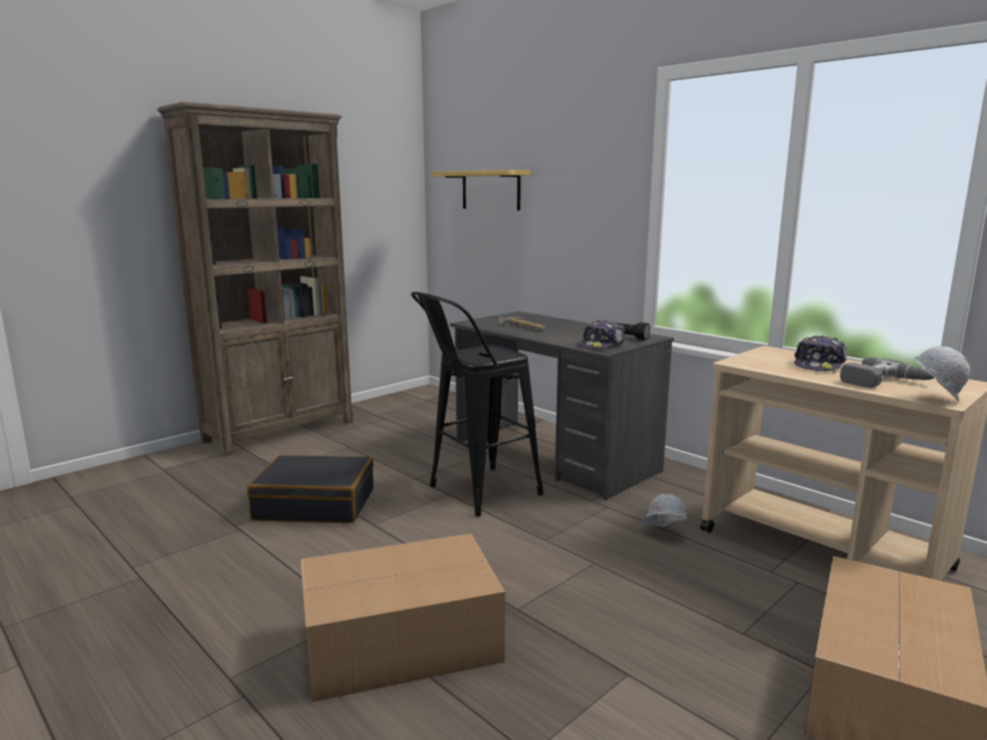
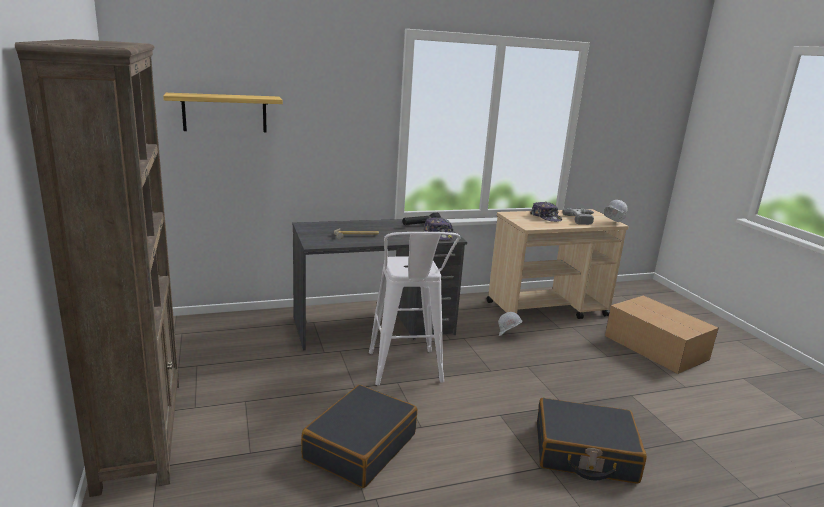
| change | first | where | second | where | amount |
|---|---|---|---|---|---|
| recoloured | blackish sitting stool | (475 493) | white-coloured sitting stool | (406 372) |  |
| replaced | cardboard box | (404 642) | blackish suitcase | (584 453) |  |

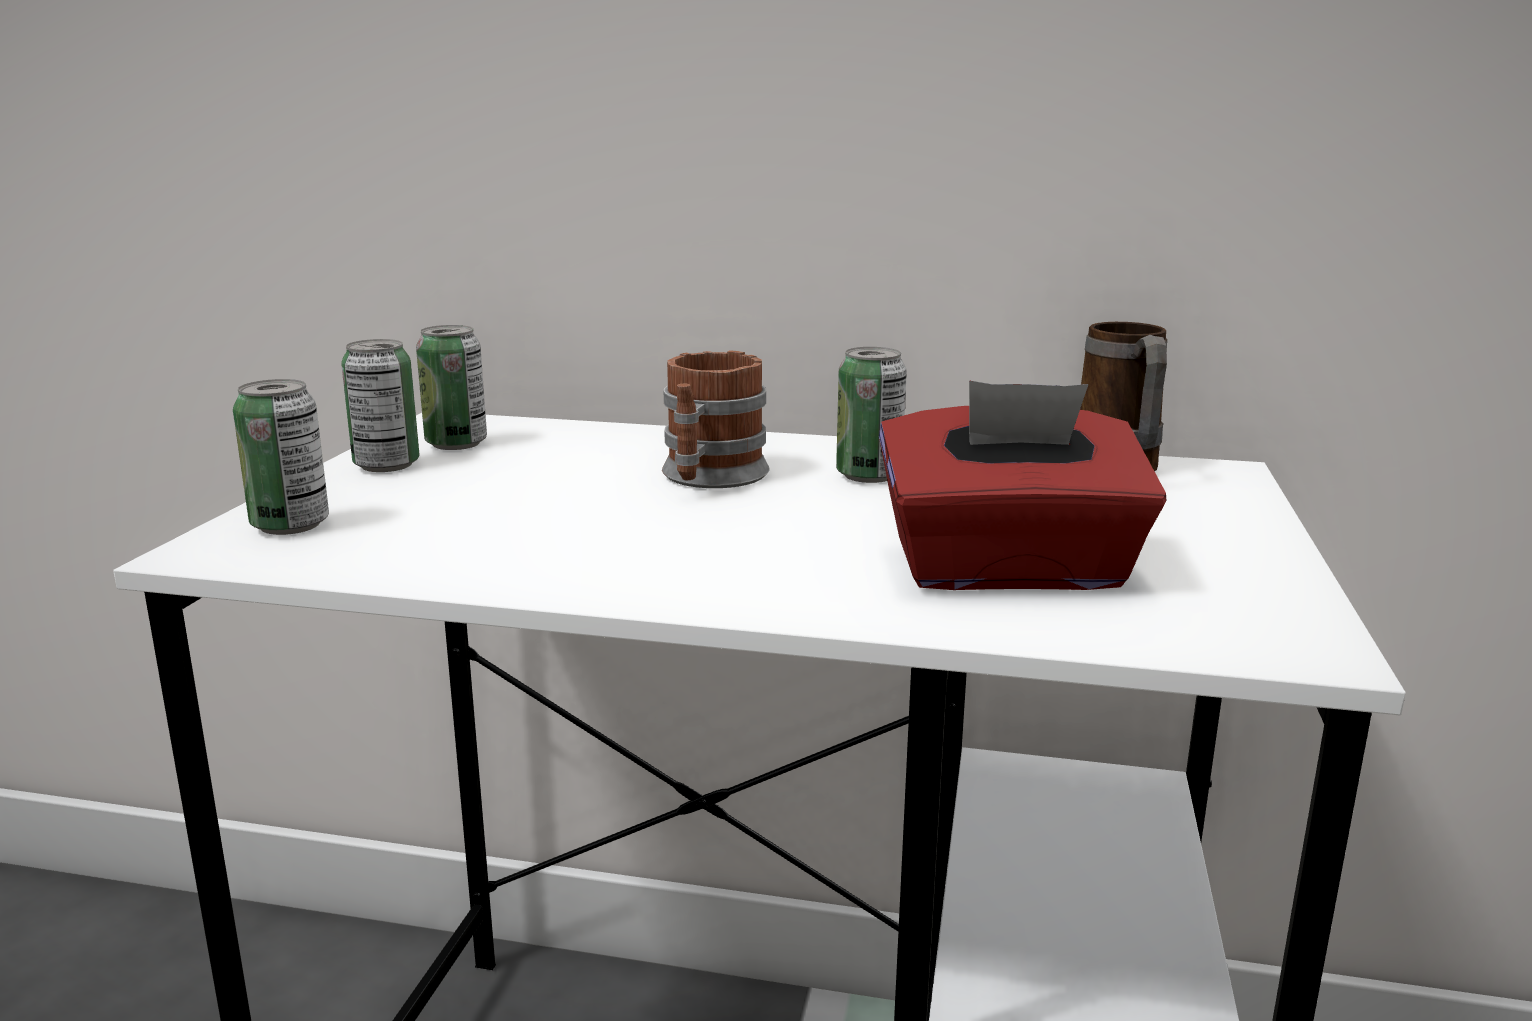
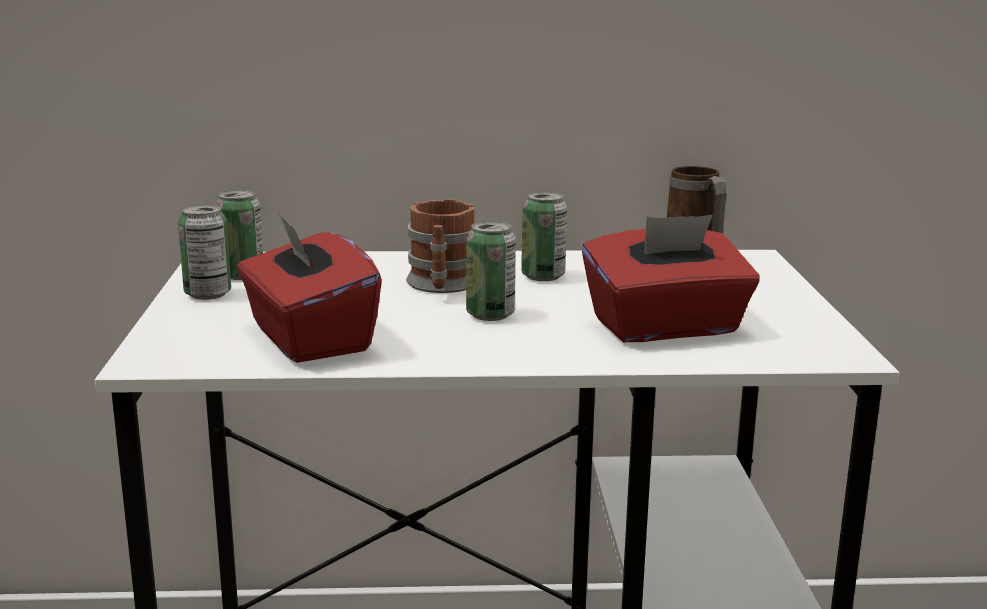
| change | first | where | second | where | amount |
|---|---|---|---|---|---|
| added |  |  | reddish tissue holder | (308 338) |  |
| moved | can | (290 525) |  | (490 314) |  |

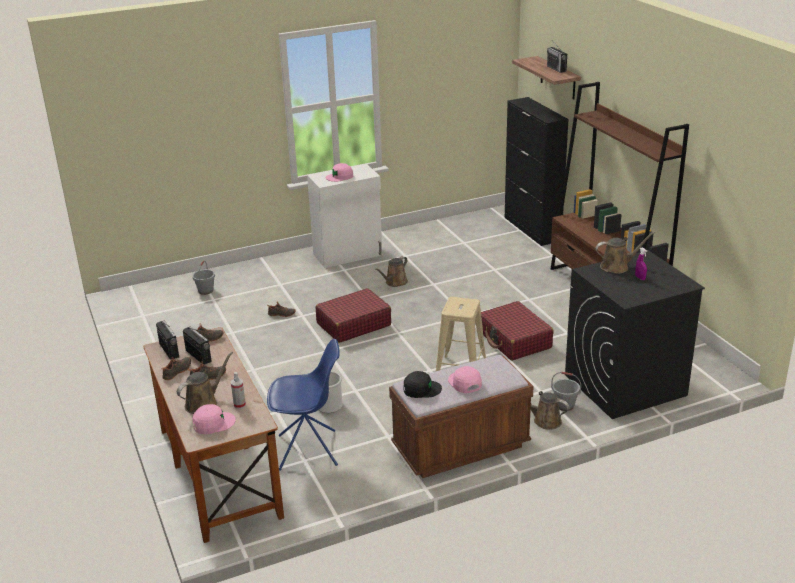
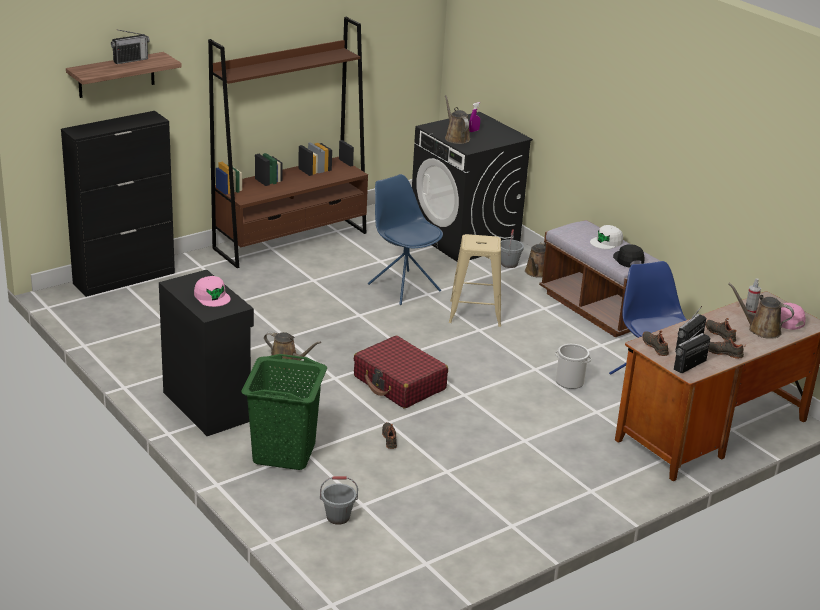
| change | first | where | second | where | amount |
|---|---|---|---|---|---|
| recoloured | white-coloured cabinet | (348 255) | blackish cabinet | (207 406) |  |
| added |  |  | green hamper | (285 452) |  |
| replaced | reddish suitcase | (514 340) | blue-coloured upright chair | (403 287) |  |
| recoloured | pink peaked cap | (464 383) | white-coloured peaked cap | (606 242) |  |

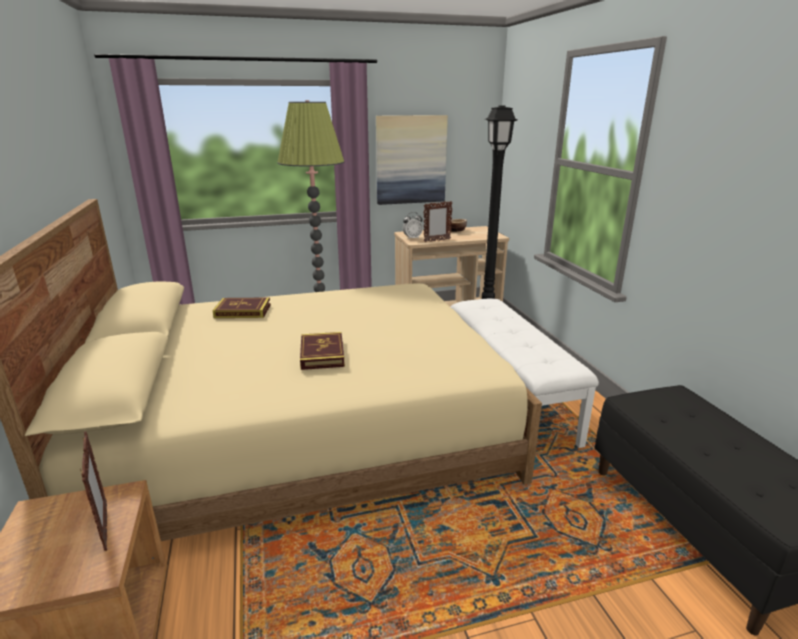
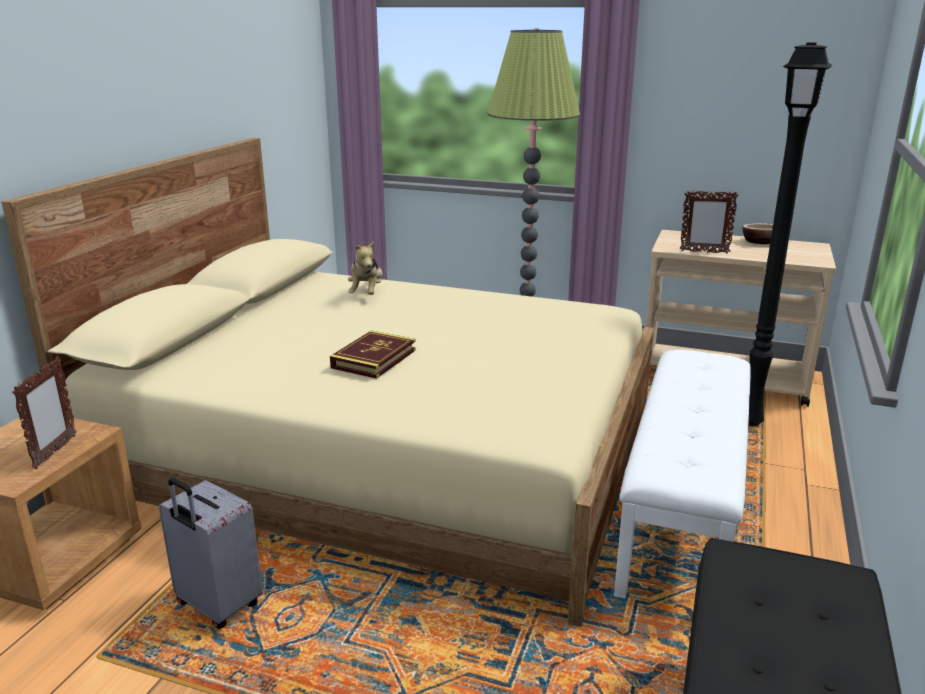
| change | first | where | second | where | amount |
|---|---|---|---|---|---|
| added |  |  | grey suitcase | (217 606) |  |
| replaced | bound book | (243 311) | plush toy | (367 293) |  |
| removed | wall art | (411 160) |  |  |  |
| removed | bedside clock | (412 238) |  |  |  |

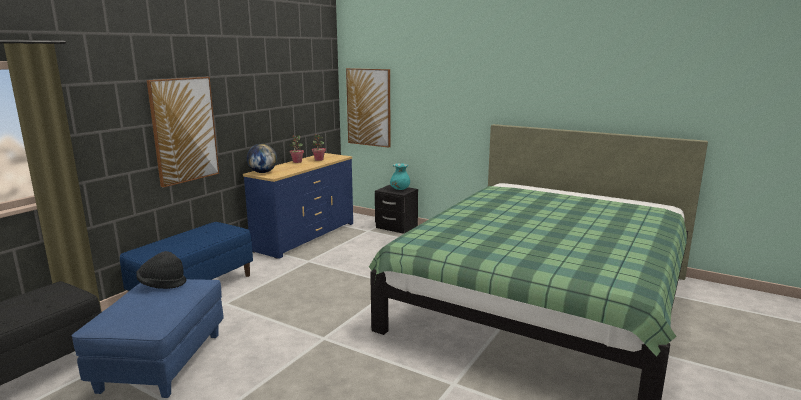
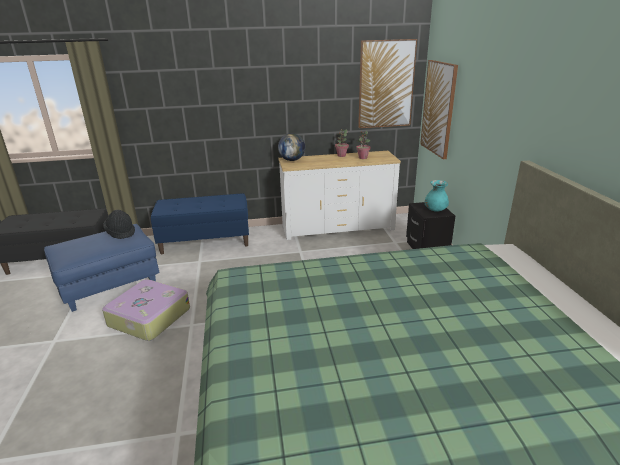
| change | first | where | second | where | amount |
|---|---|---|---|---|---|
| added |  |  | suitcase | (148 317) |  |
| recoloured | blue-coloured drawer chest | (305 236) | white-coloured drawer chest | (337 227) |  |
| moved | wall art | (184 130) |  | (386 84) |  |

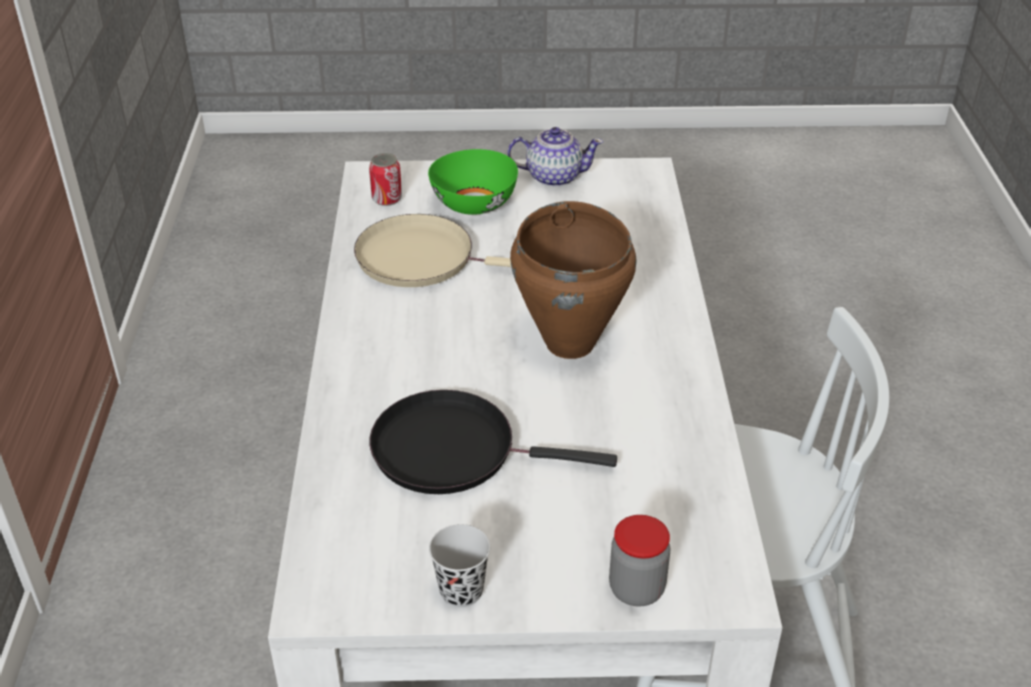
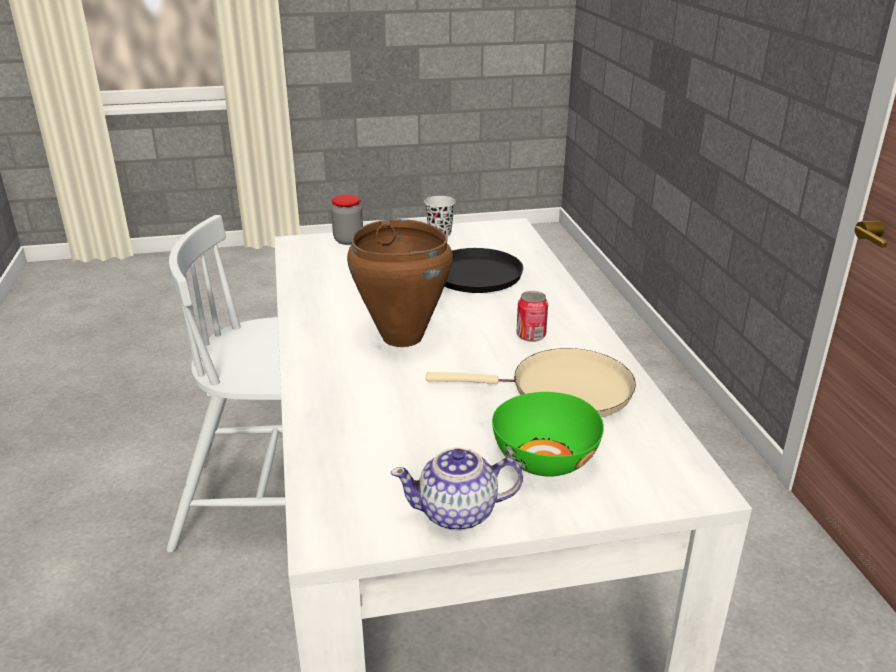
| change | first | where | second | where | amount |
|---|---|---|---|---|---|
| moved | can | (387 199) |  | (531 335) |  |

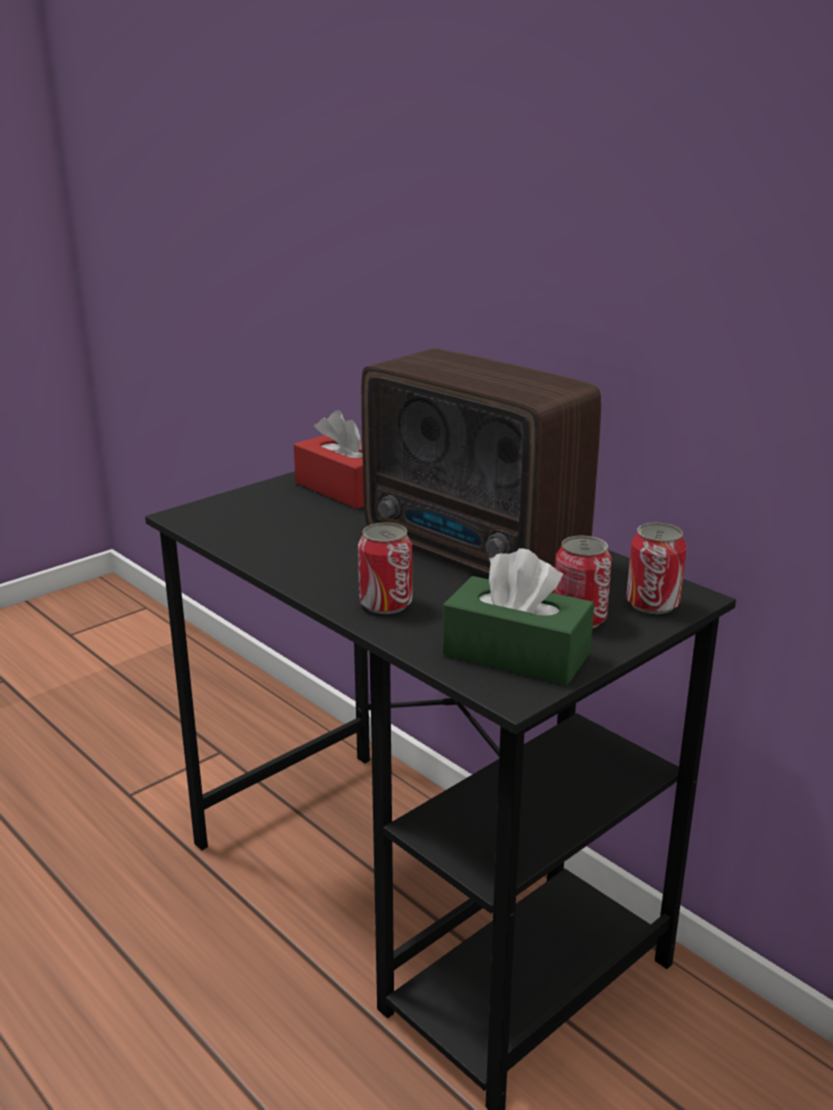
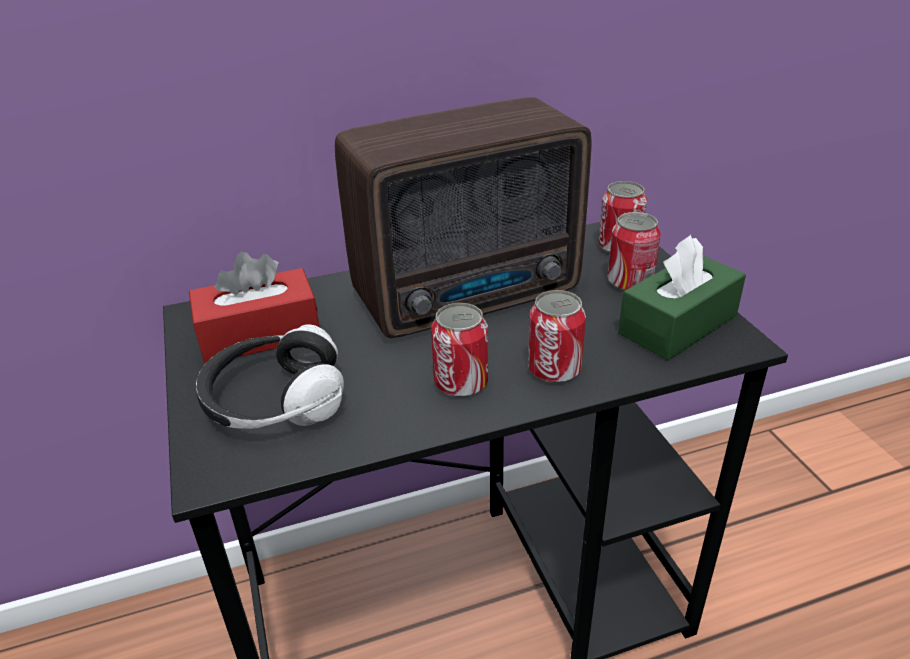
| change | first | where | second | where | amount |
|---|---|---|---|---|---|
| added |  |  | headphones | (274 401) |  |
| added |  |  | can | (461 383) |  |

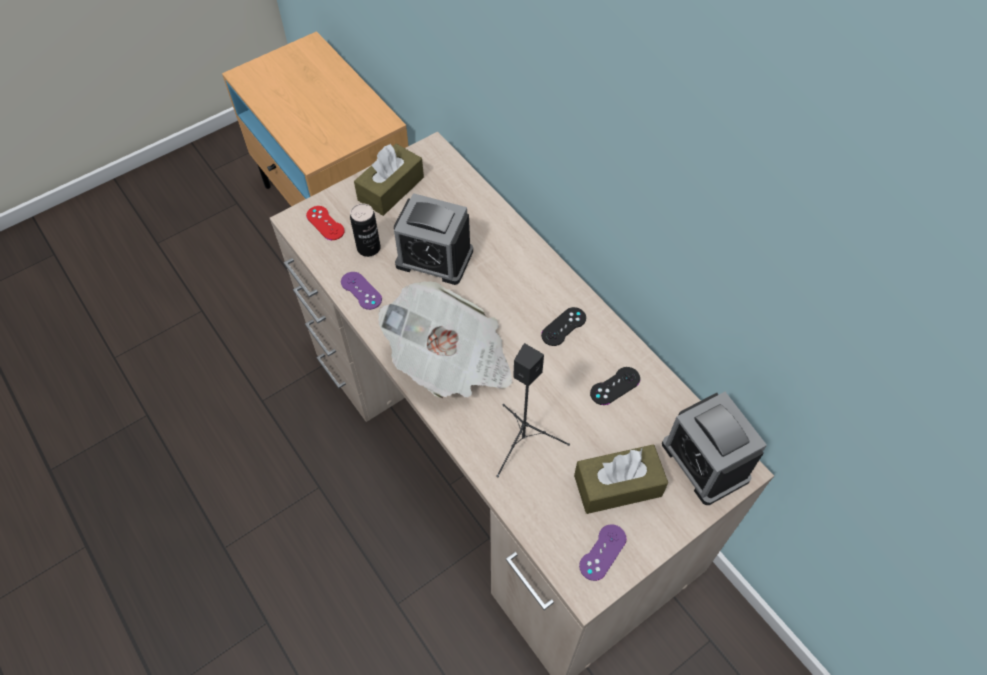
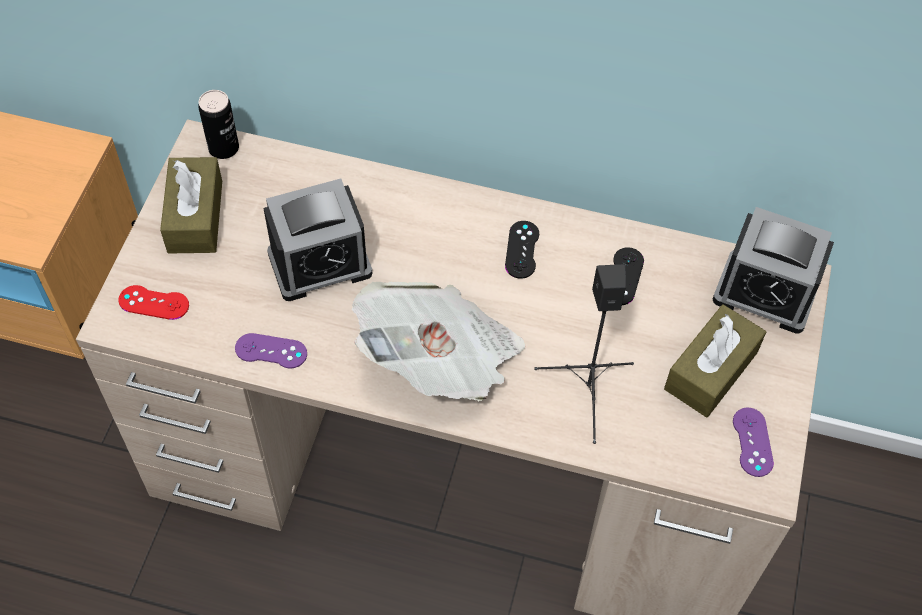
| change | first | where | second | where | amount |
|---|---|---|---|---|---|
| moved | can | (368 248) |  | (223 148) |  |

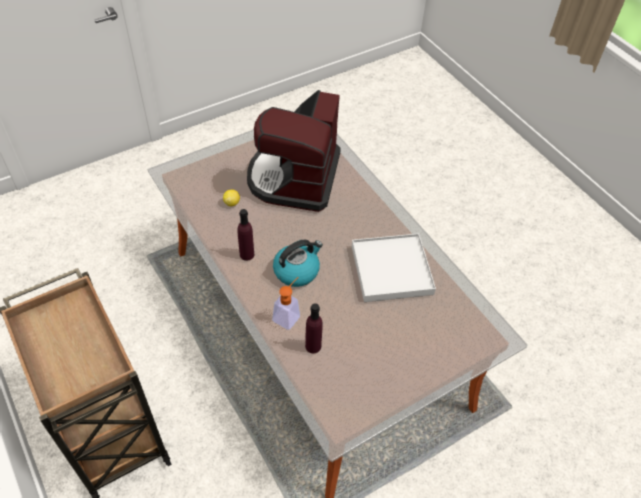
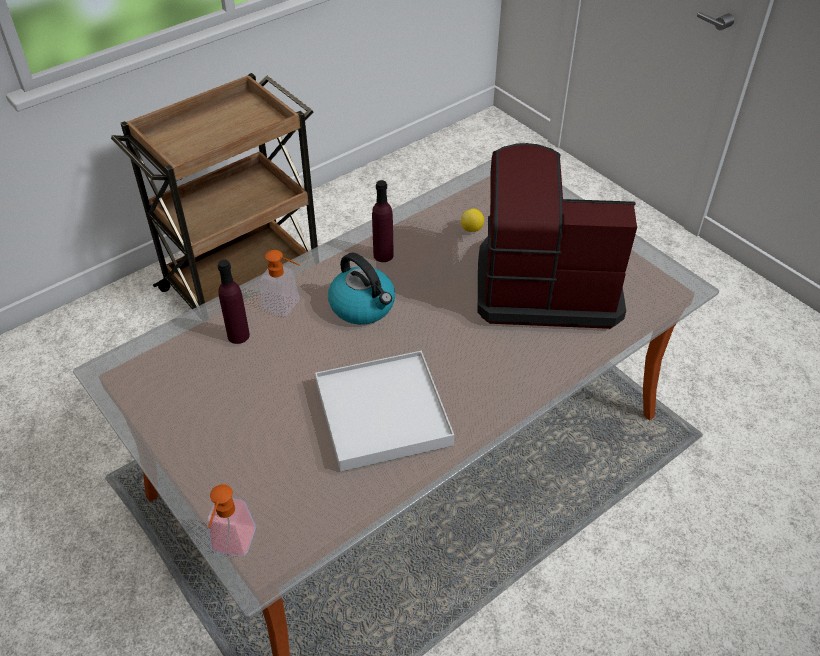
| change | first | where | second | where | amount |
|---|---|---|---|---|---|
| added |  |  | soap dispenser | (231 547) |  |

